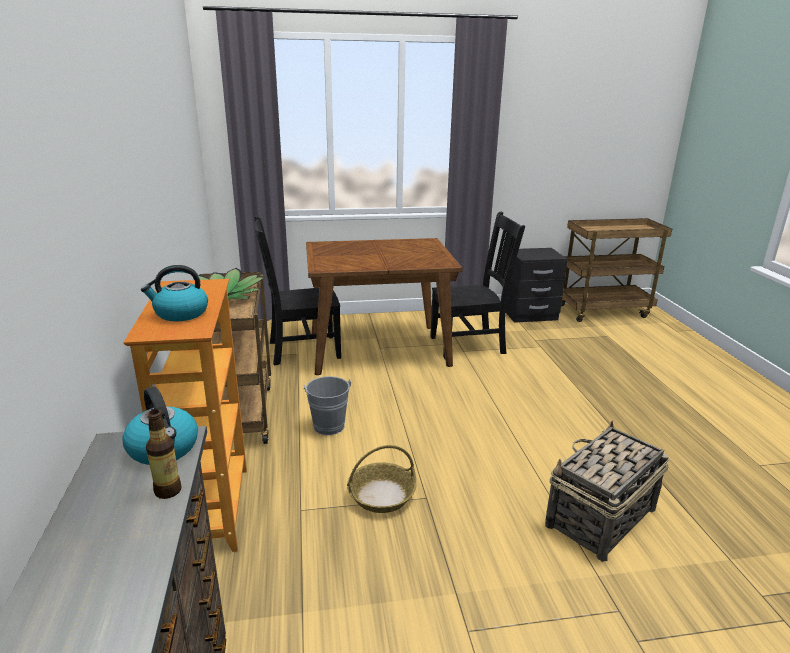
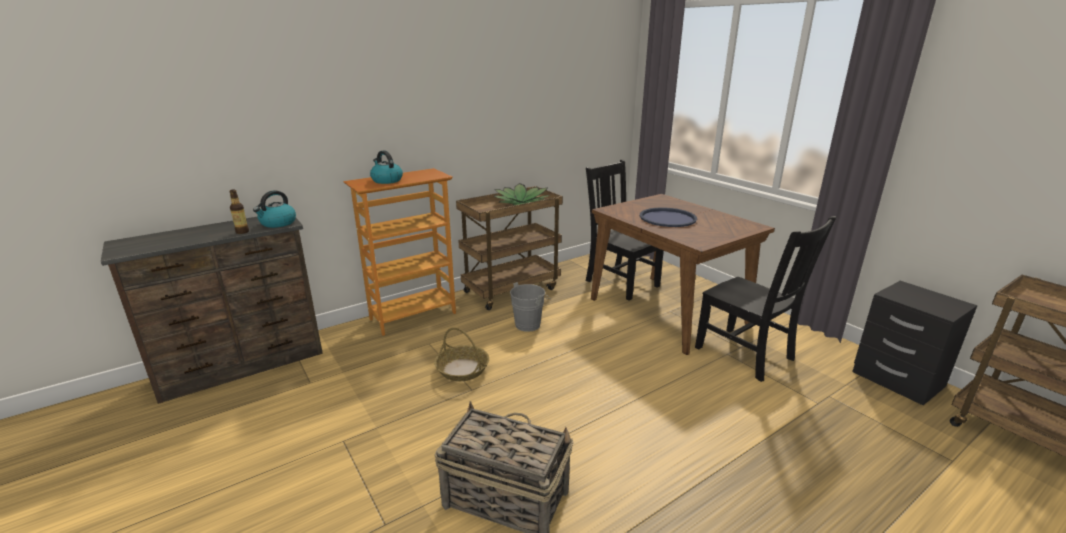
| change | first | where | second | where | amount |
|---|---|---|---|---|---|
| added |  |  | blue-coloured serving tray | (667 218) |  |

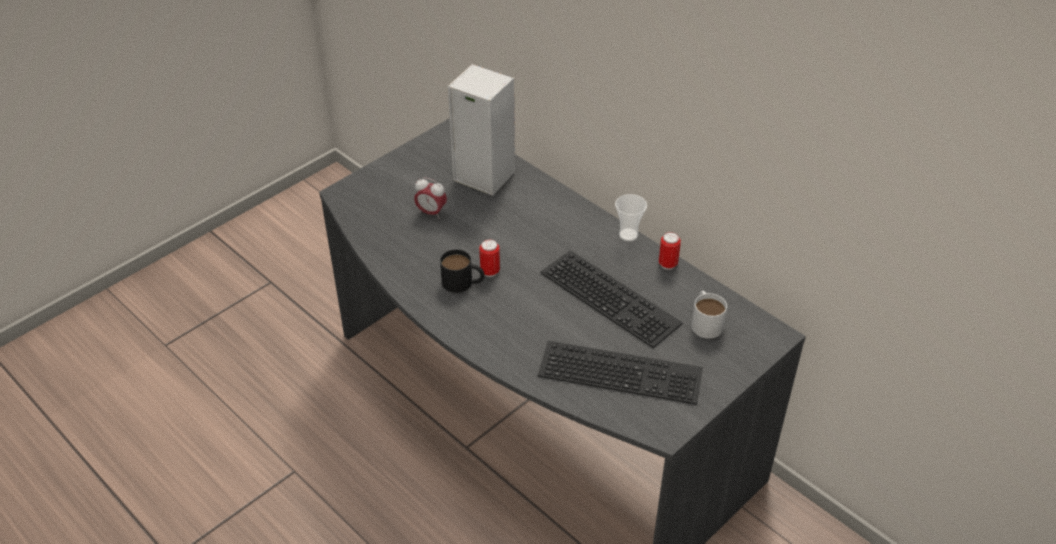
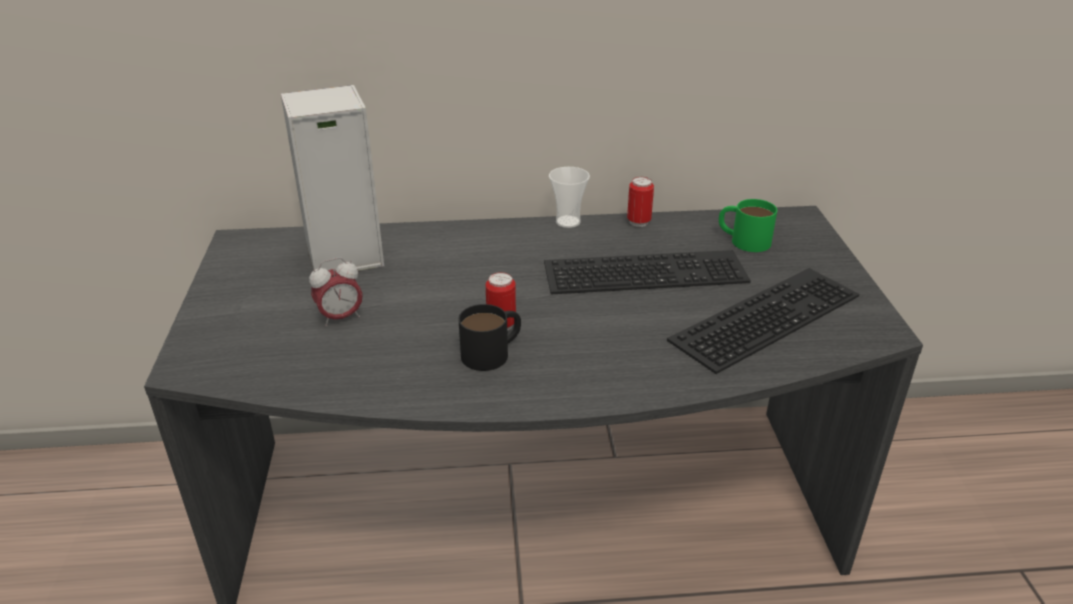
| change | first | where | second | where | amount |
|---|---|---|---|---|---|
| recoloured | white-coloured mug | (705 321) | green mug | (743 240) |  |

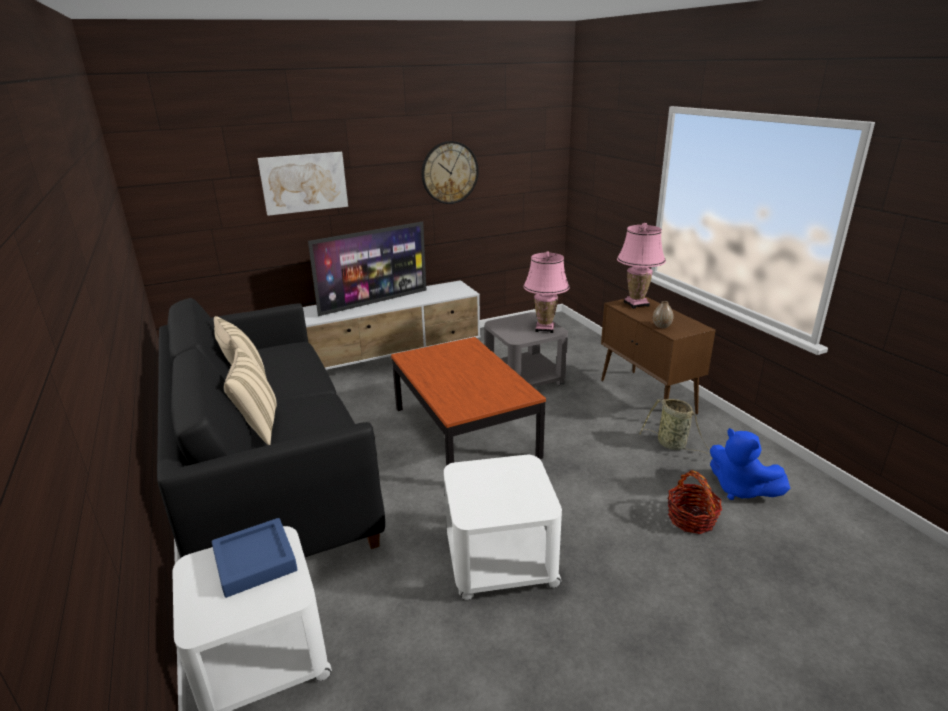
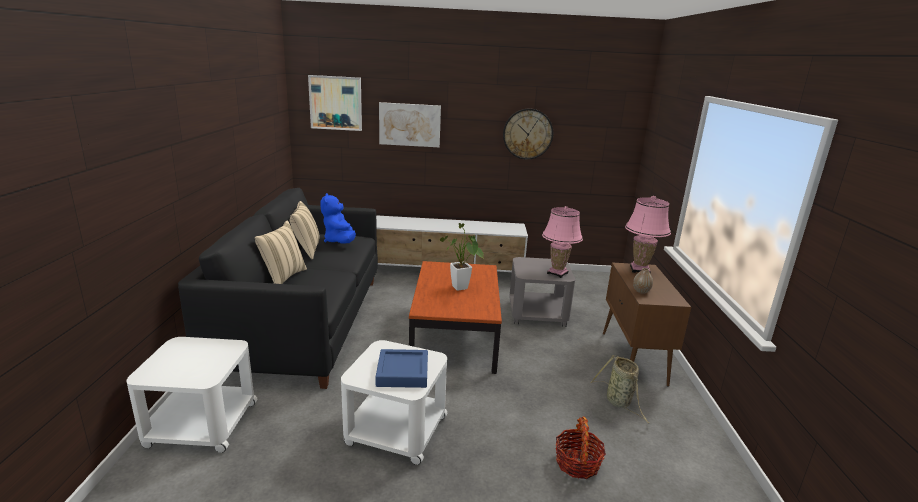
| change | first | where | second | where | amount |
|---|---|---|---|---|---|
| added |  |  | wall art | (335 103) |  |
| moved | blue-coloured plush toy | (739 489) |  | (339 241) |  |
| moved | blue-coloured serving tray | (255 561) |  | (402 372) |  |
| added |  |  | potted plant | (461 289) |  |
| removed | TV | (374 302) |  |  |  |

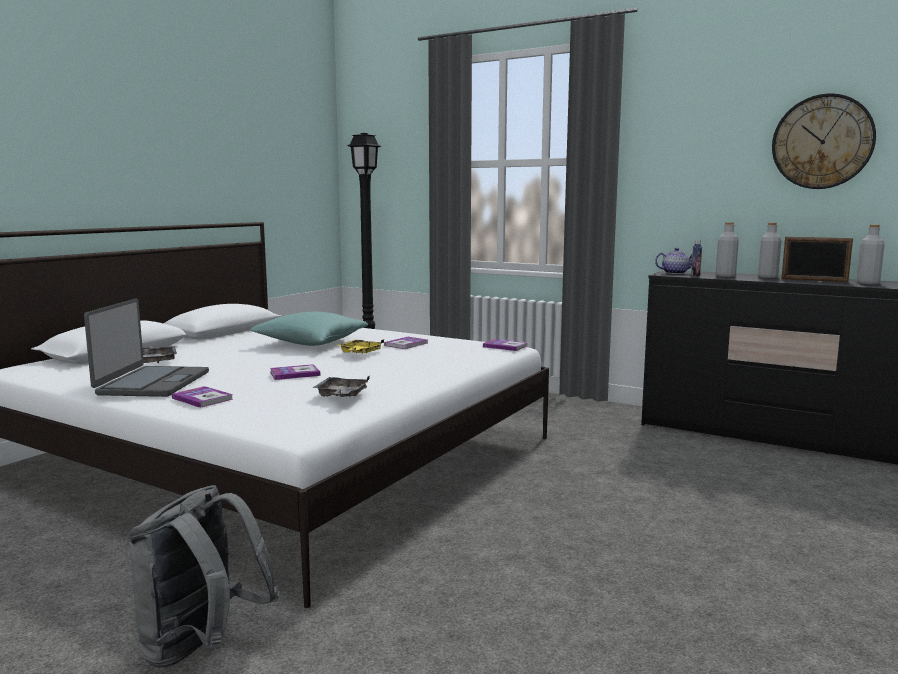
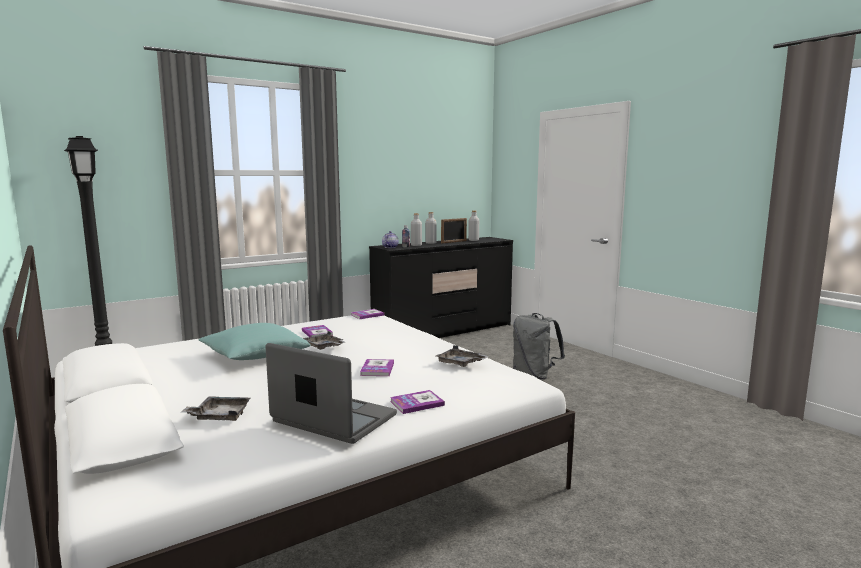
| change | first | where | second | where | amount |
|---|---|---|---|---|---|
| recoloured | yellow serving tray | (359 353) | grey serving tray | (324 347) |  |
| moved | grey backpack | (201 649) |  | (534 375) |  |
| removed | clock on the wall | (822 142) |  |  |  |

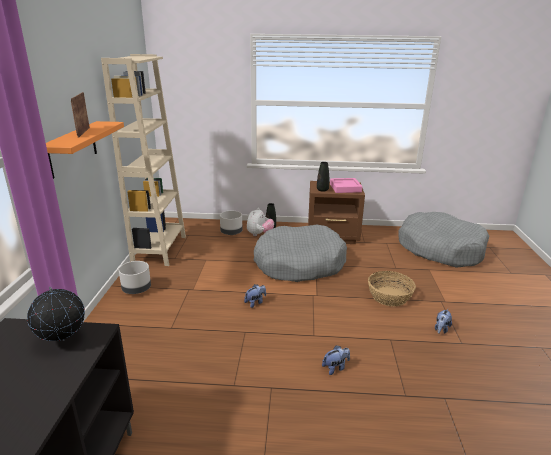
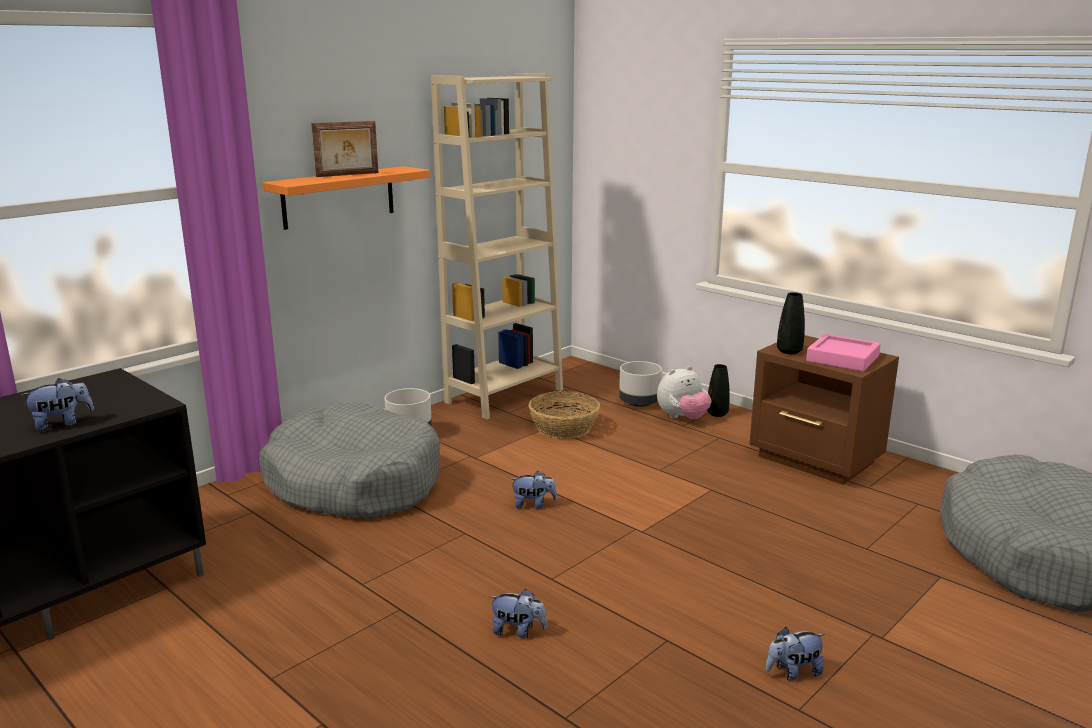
| change | first | where | second | where | amount |
|---|---|---|---|---|---|
| added |  |  | plush toy | (62 423) |  |
| moved | grey pet bed | (299 264) |  | (354 483) |  |
| turned | picture frame | (83 132) |  | (348 175) | 150 degrees counterclockwise |
| moved | basket | (389 297) |  | (563 428) |  |
| removed | globe | (63 341) |  |  |  |

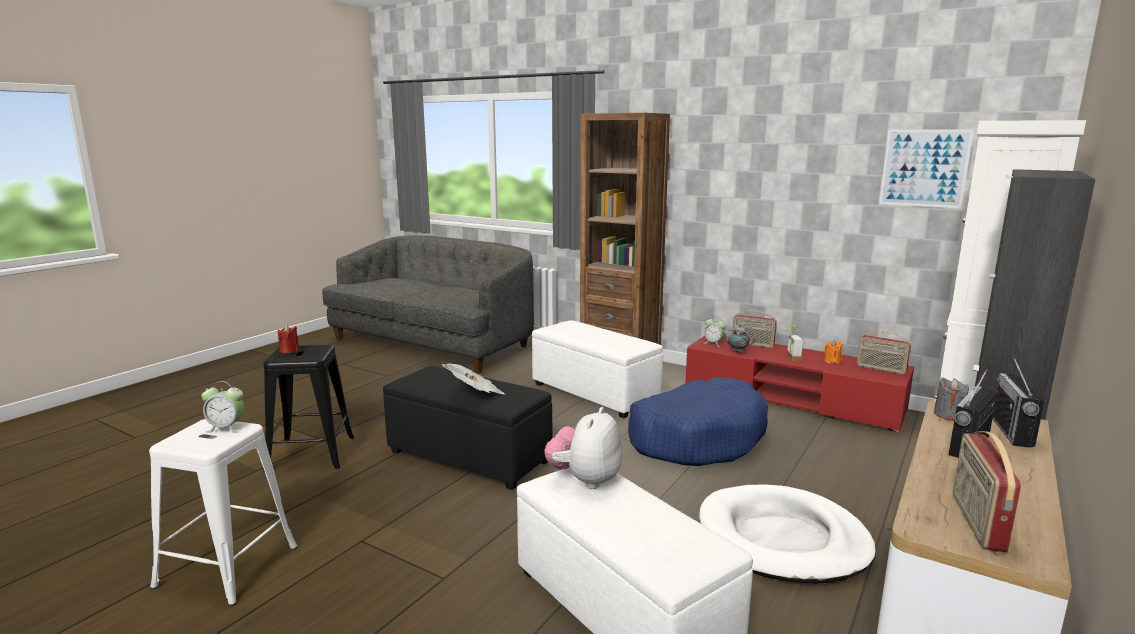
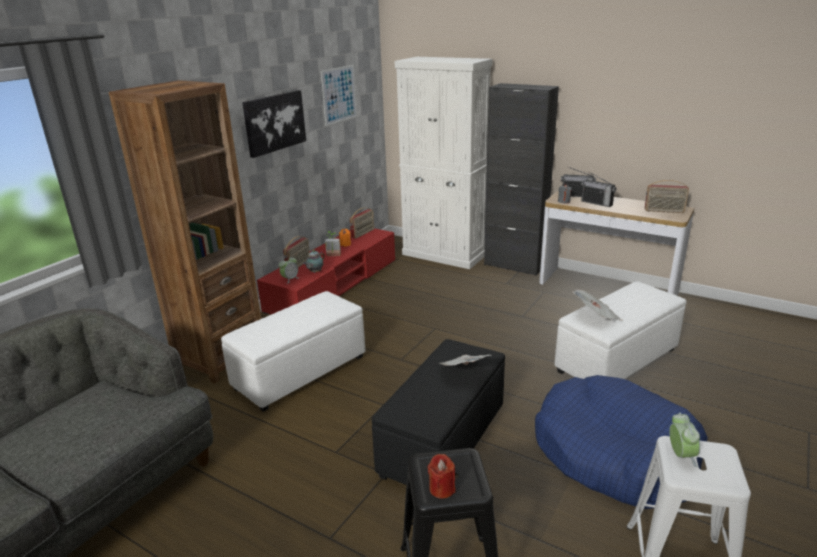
| change | first | where | second | where | amount |
|---|---|---|---|---|---|
| added |  |  | wall art | (274 122) |  |
| moved | blue-coloured pet bed | (697 438) |  | (614 454) |  |
| replaced | plush toy | (585 480) | daily paper | (596 317) |  |
| removed | white-coloured pet bed | (782 539) |  |  |  |

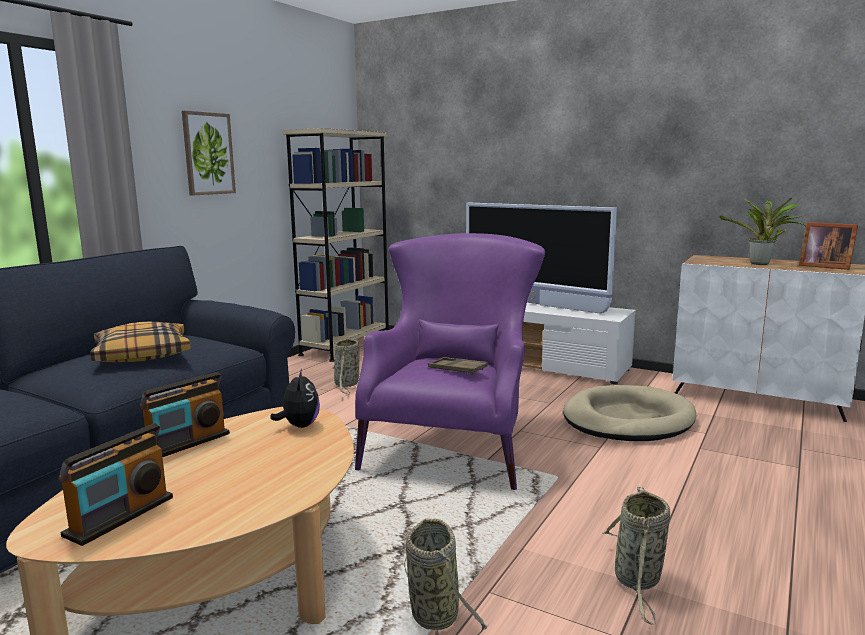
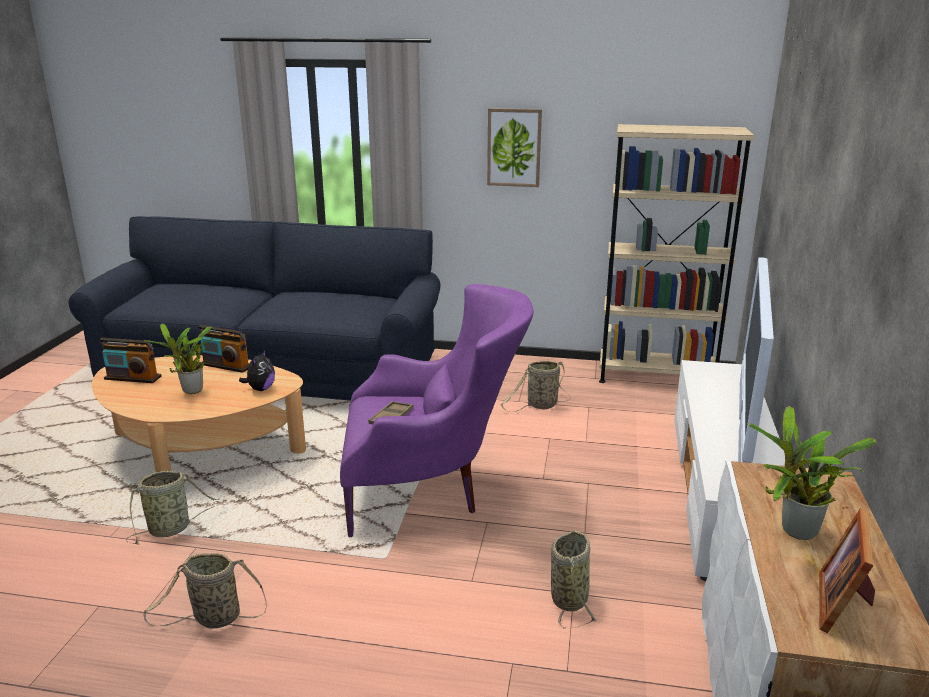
| change | first | where | second | where | amount |
|---|---|---|---|---|---|
| added |  |  | potted plant | (191 392) |  |
| turned | plush toy | (299 426) |  | (260 389) | 45 degrees counterclockwise |
| replaced | beige-coloured pet bed | (627 420) | basket | (569 597) |  |
| removed | cushion | (142 354) |  |  |  |

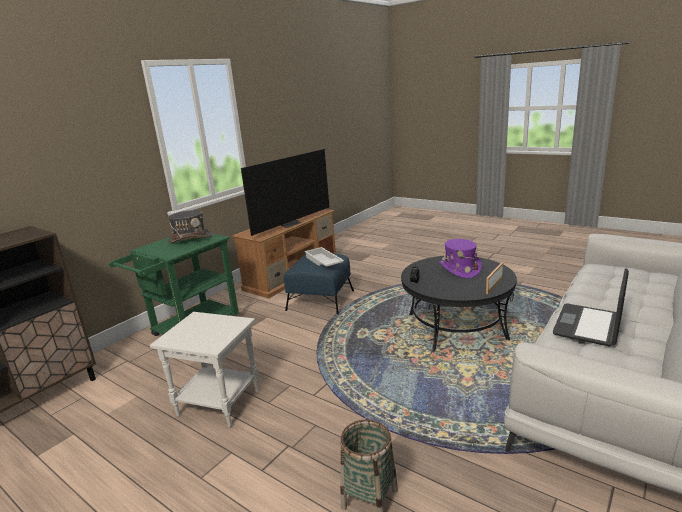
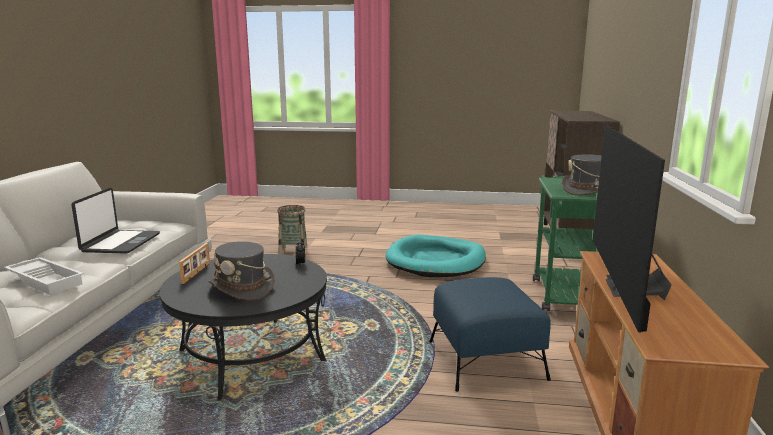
| change | first | where | second | where | amount |
|---|---|---|---|---|---|
| moved | white-coloured serving tray | (323 261) |  | (47 280) |  |
| recoloured | purple clothing hat | (459 269) | grey clothing hat | (242 288) |  |
| replaced | white-coloured end table | (217 404) | turquoise-coloured pet bed | (436 261) |  |

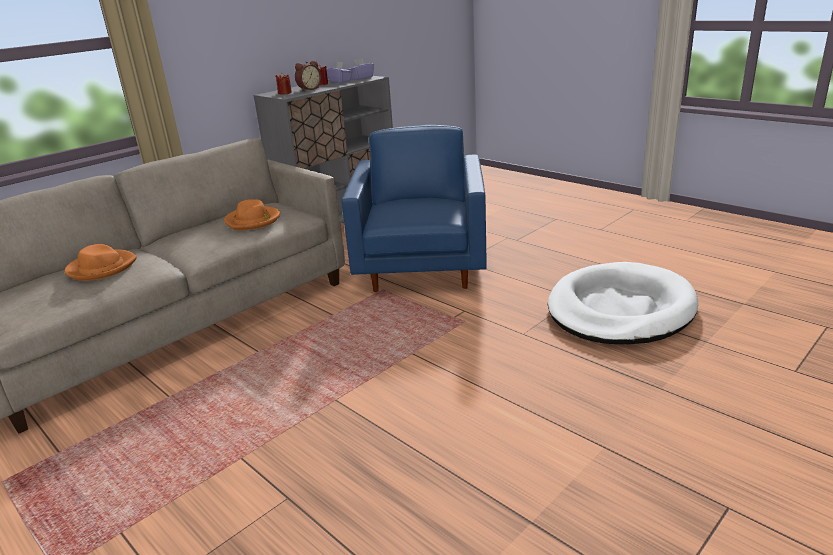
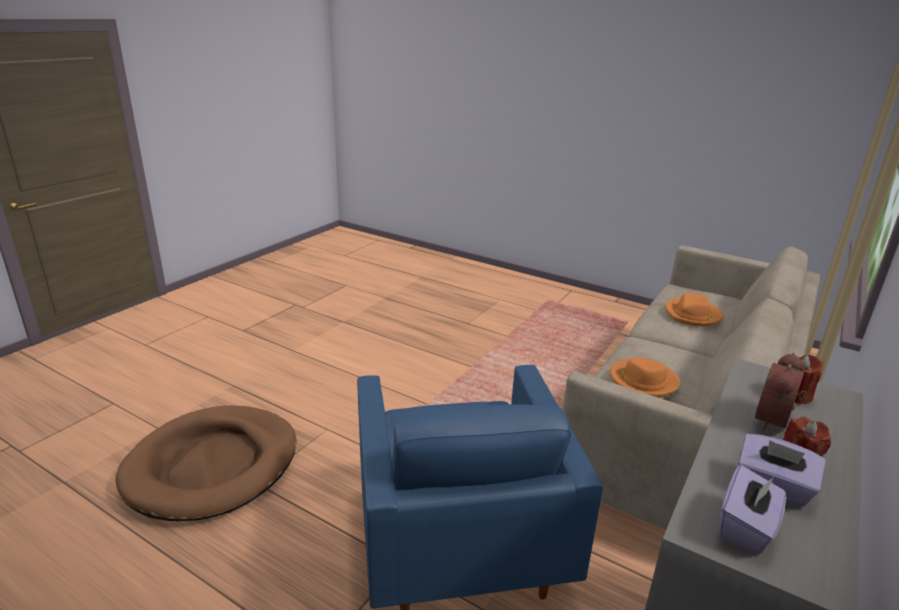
| change | first | where | second | where | amount |
|---|---|---|---|---|---|
| recoloured | white-coloured pet bed | (620 309) | brown-coloured pet bed | (213 466) |  |

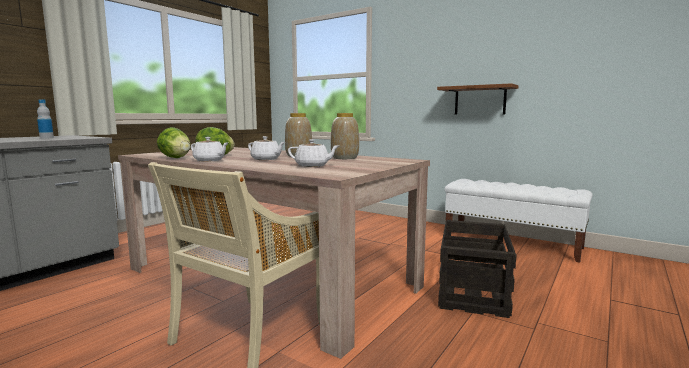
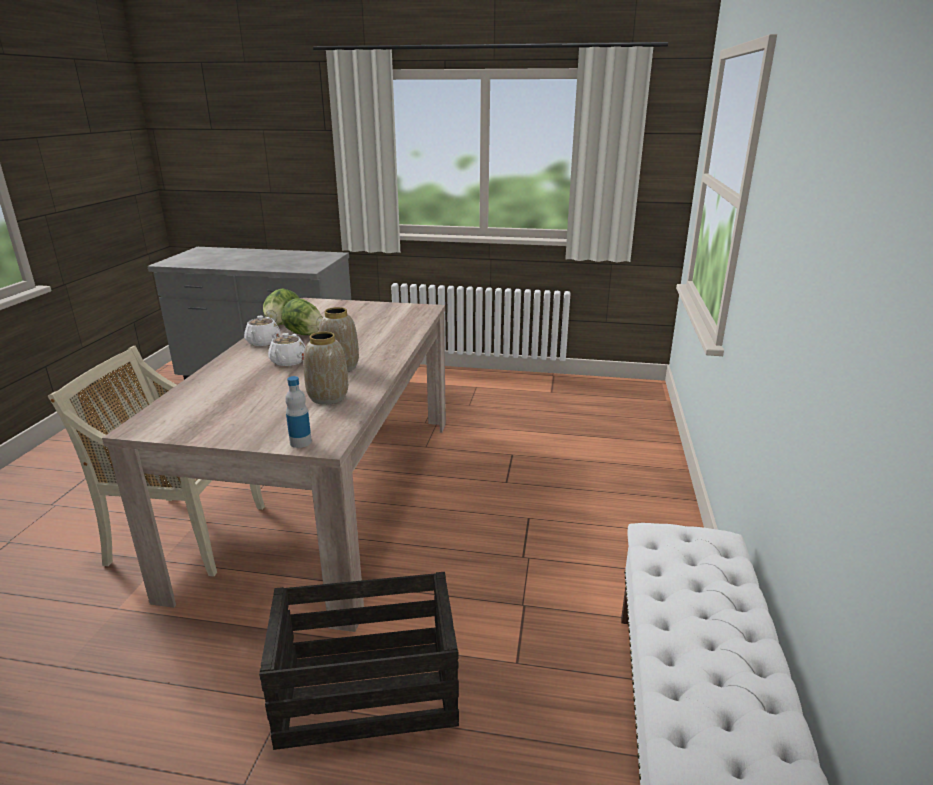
| change | first | where | second | where | amount |
|---|---|---|---|---|---|
| moved | drink bottle | (46 138) |  | (300 442) |  |
| removed | white-coloured pot for tea | (313 166) |  |  |  |
| removed | brown-coloured bracket shelf | (480 100) |  |  |  |

